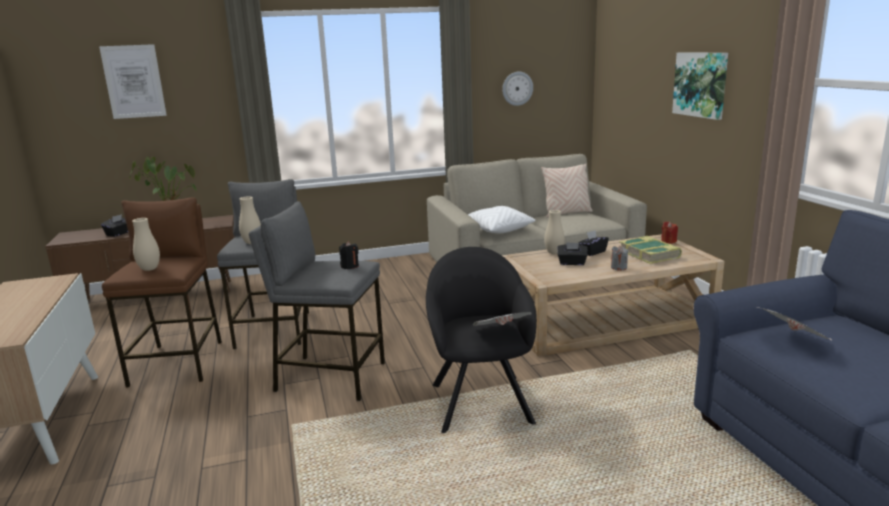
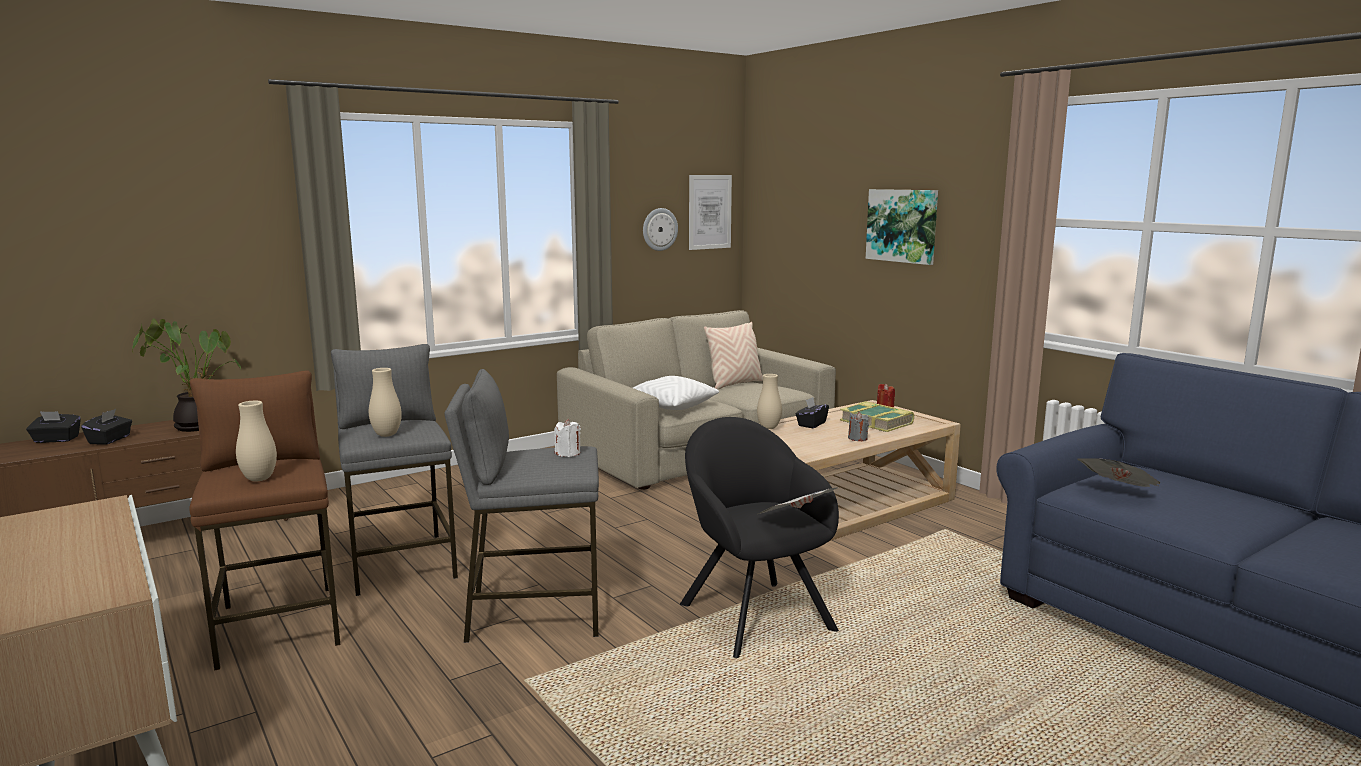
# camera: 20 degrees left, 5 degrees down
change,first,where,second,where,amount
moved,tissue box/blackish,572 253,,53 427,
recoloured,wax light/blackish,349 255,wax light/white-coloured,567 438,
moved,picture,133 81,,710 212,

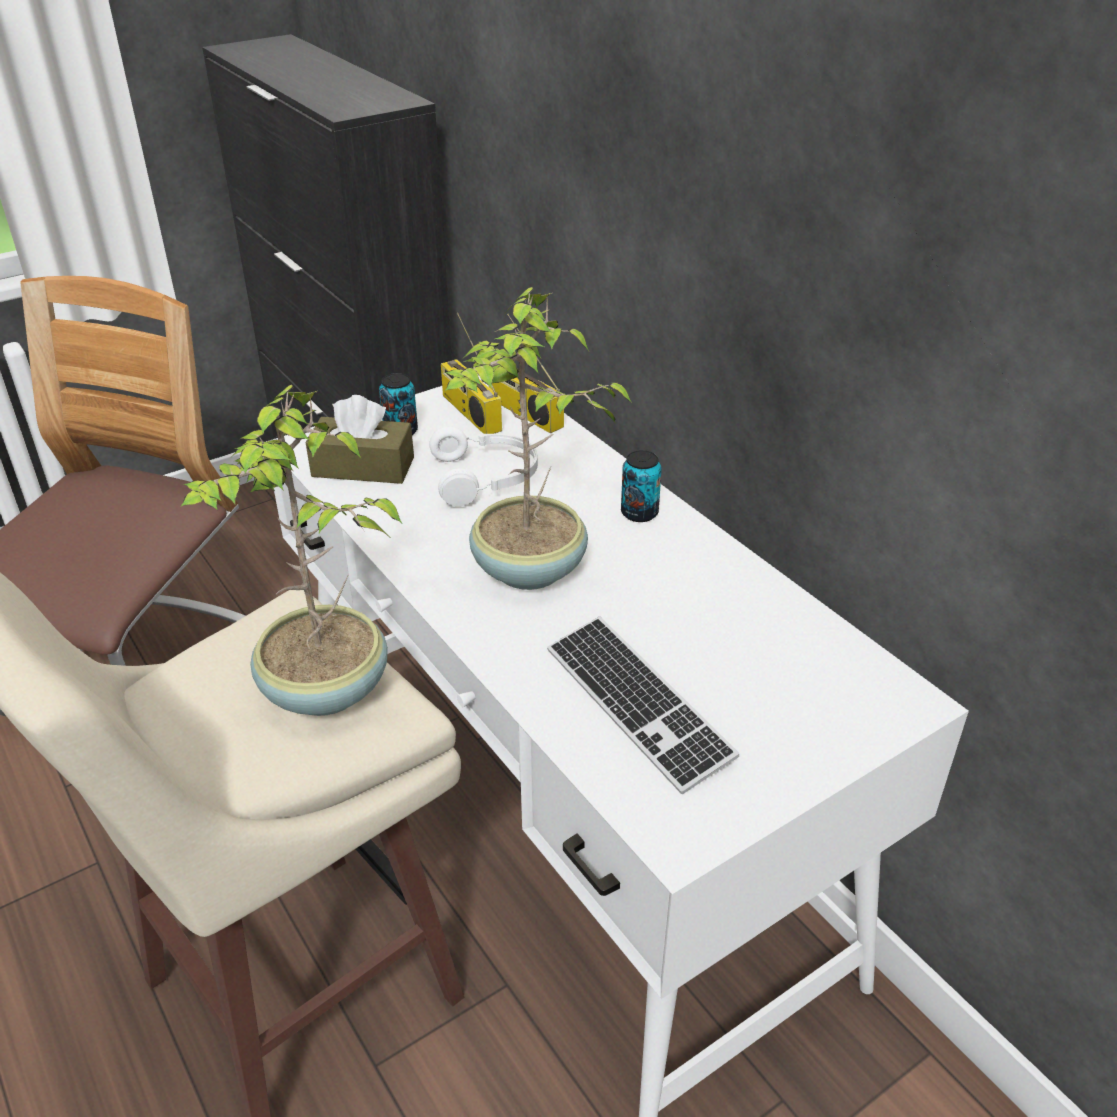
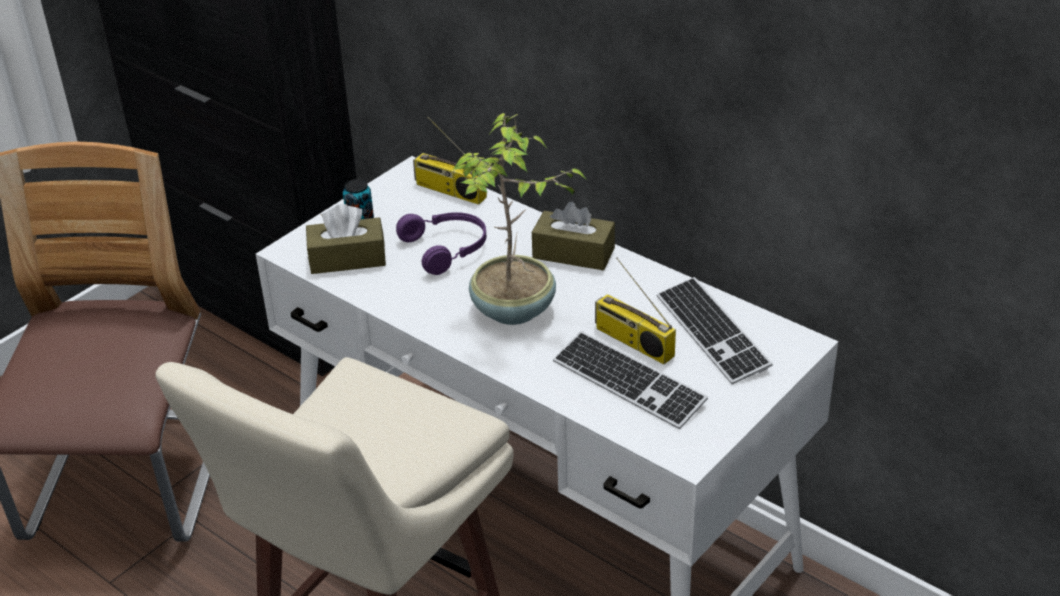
# camera: 15 degrees left, 0 degrees up
change,first,where,second,where,amount
recoloured,headset/white-coloured,483 466,headset/purplish,441 243,
replaced,sealed can,641 486,tissue box/brownish,573 236,
moved,radio receiver,471 373,,635 311,
added,,,keyboard,714 331,
removed,plant in a pot,291 550,,,

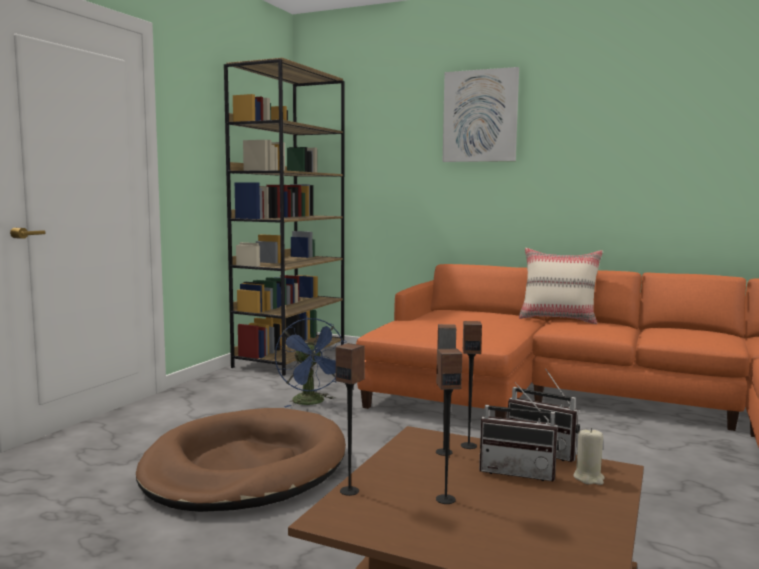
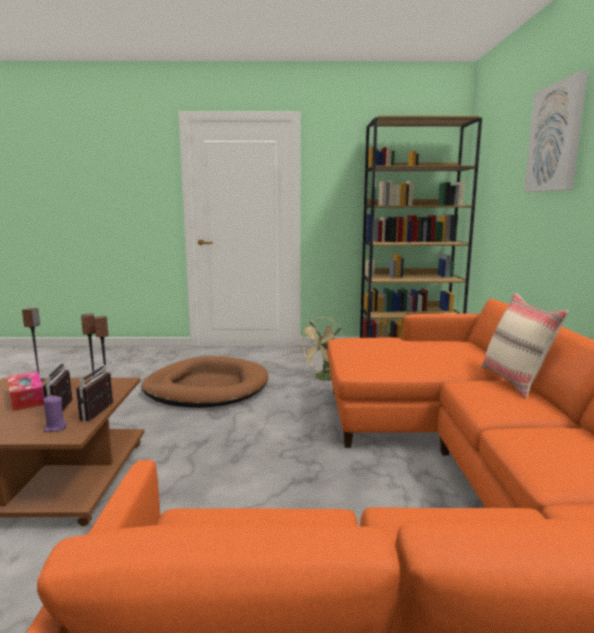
# camera: 65 degrees right, 5 degrees up
change,first,where,second,where,amount
replaced,audio speaker,449 426,tissue box,26 391,
recoloured,wax light/sand-coloured,588 456,wax light/purplish,55 413,
recoloured,cooling fan/blue-coloured,311 362,cooling fan/sand-coloured,321 349,

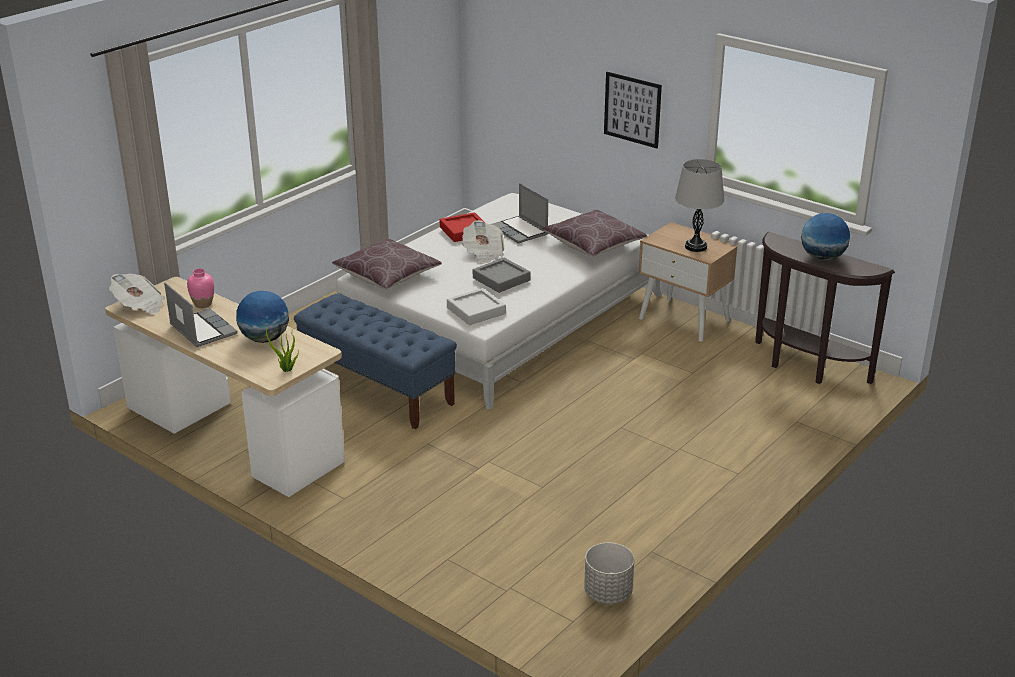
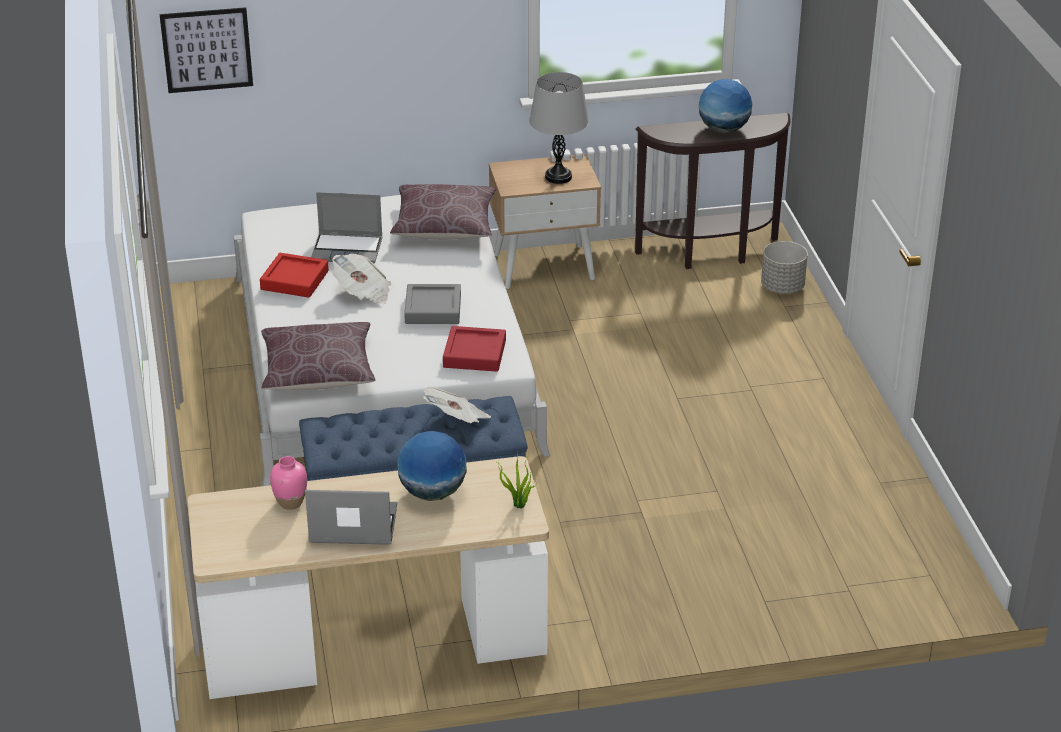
# camera: 50 degrees left, 5 degrees up
change,first,where,second,where,amount
moved,picture,633 110,,206 50,
moved,printed paper,137 293,,457 405,
recoloured,carrying tray/grey,476 306,carrying tray/reddish,474 349,
moved,flower pot/grey,609 573,,784 267,

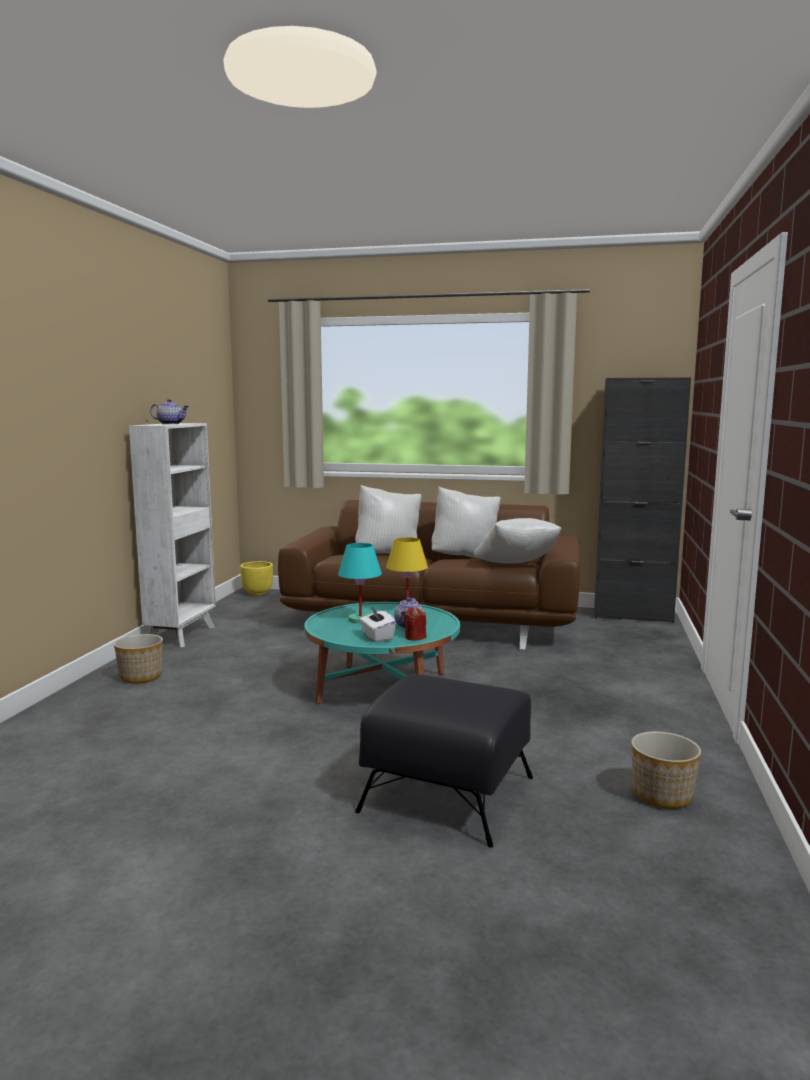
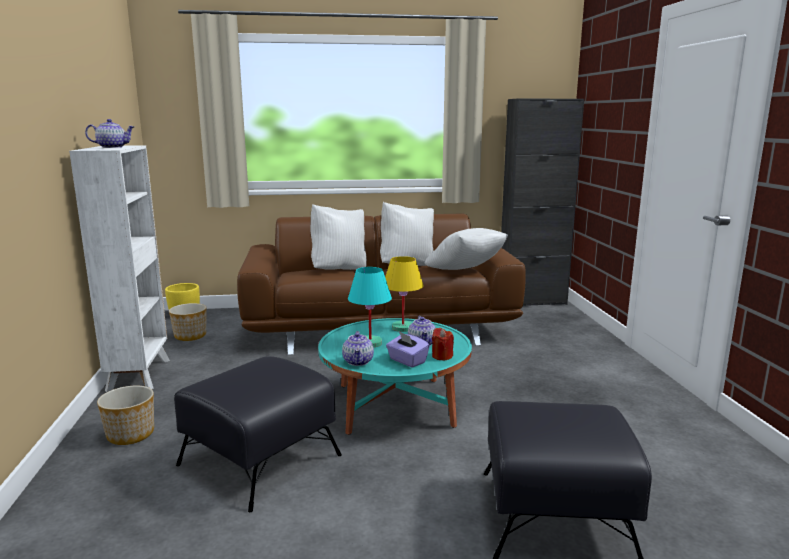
# camera: 20 degrees left, 5 degrees up
change,first,where,second,where,amount
moved,flower pot,666 770,,187 322,
added,,,footrest/blackish,258 434,
added,,,pot for tea,358 348,
recoloured,tissue box/white-coloured,378 624,tissue box/purplish,408 349,

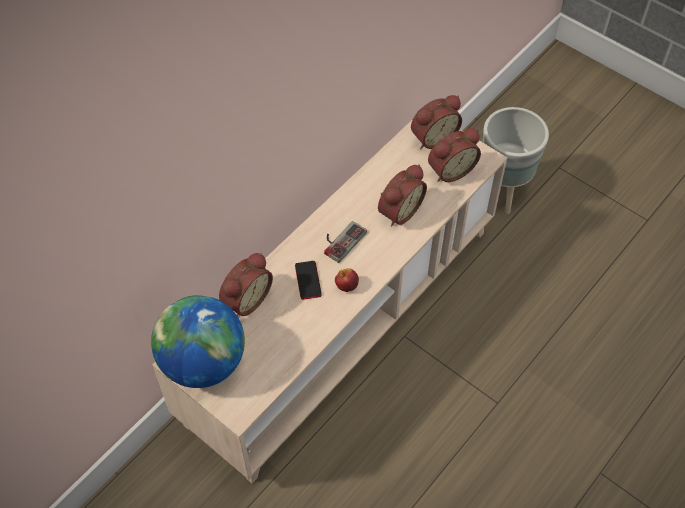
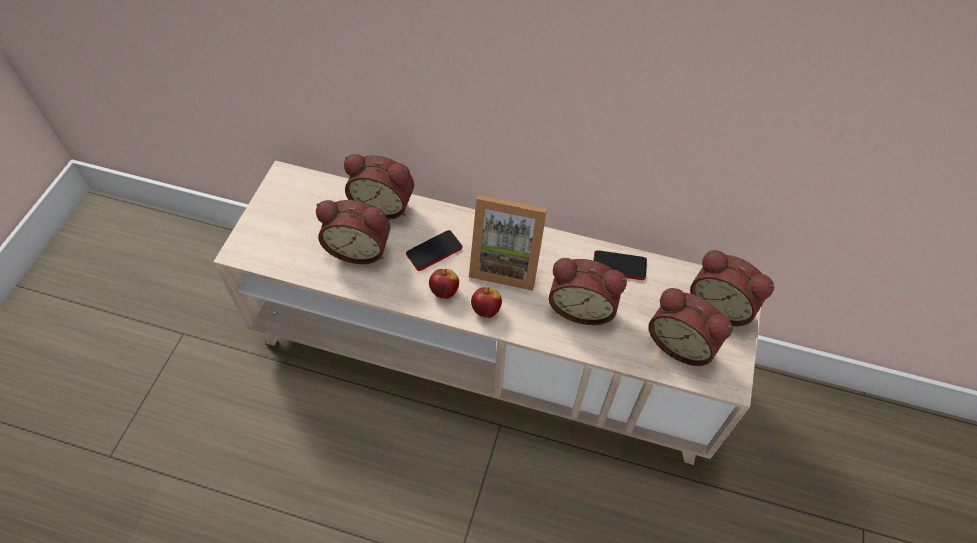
# camera: 65 degrees right, 0 degrees up
change,first,where,second,where,amount
added,,,bedside clock,353 232,
replaced,game controller,345 242,photo frame,508 243,
added,,,apple fruit,486 302,
added,,,telephone,620 265,
removed,globe,198 341,,,
removed,flower pot/grey,516 160,,,

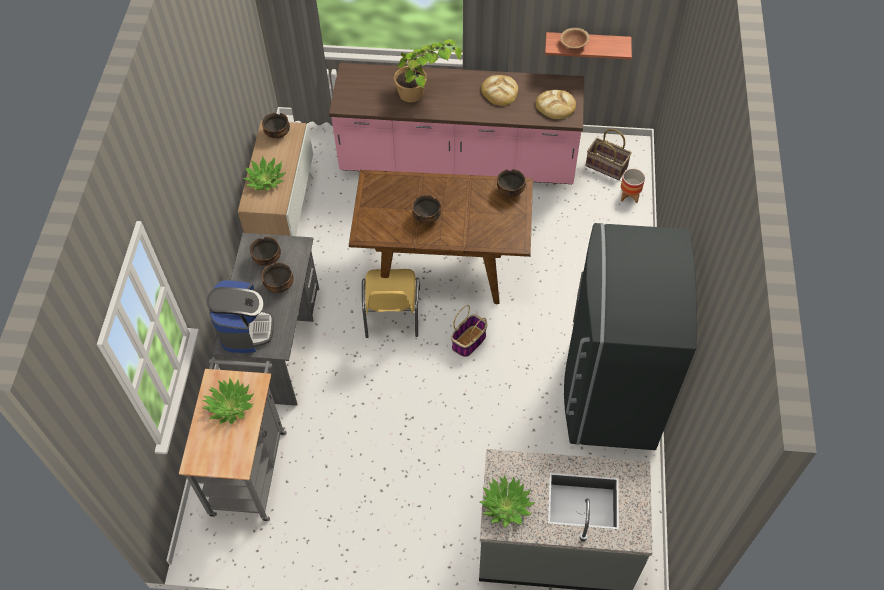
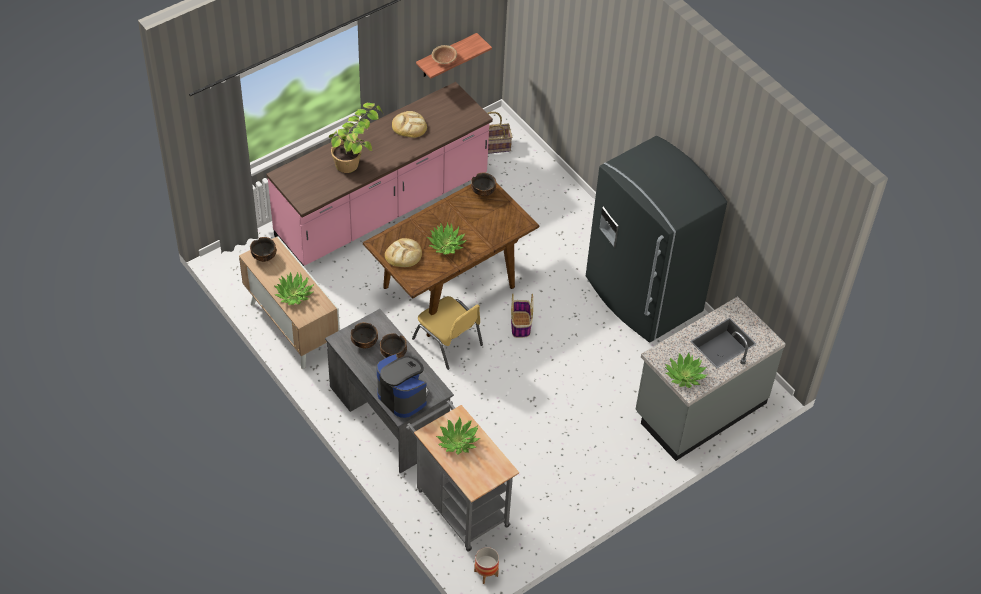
# camera: 45 degrees left, 5 degrees down
change,first,where,second,where,amount
moved,bread,556 104,,403 252,
replaced,bowl,426 209,plant in a pot,446 238,
moved,flower pot,633 186,,486 565,

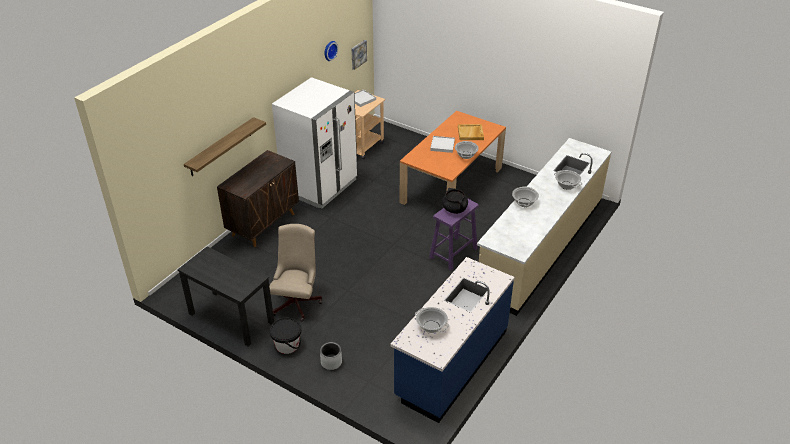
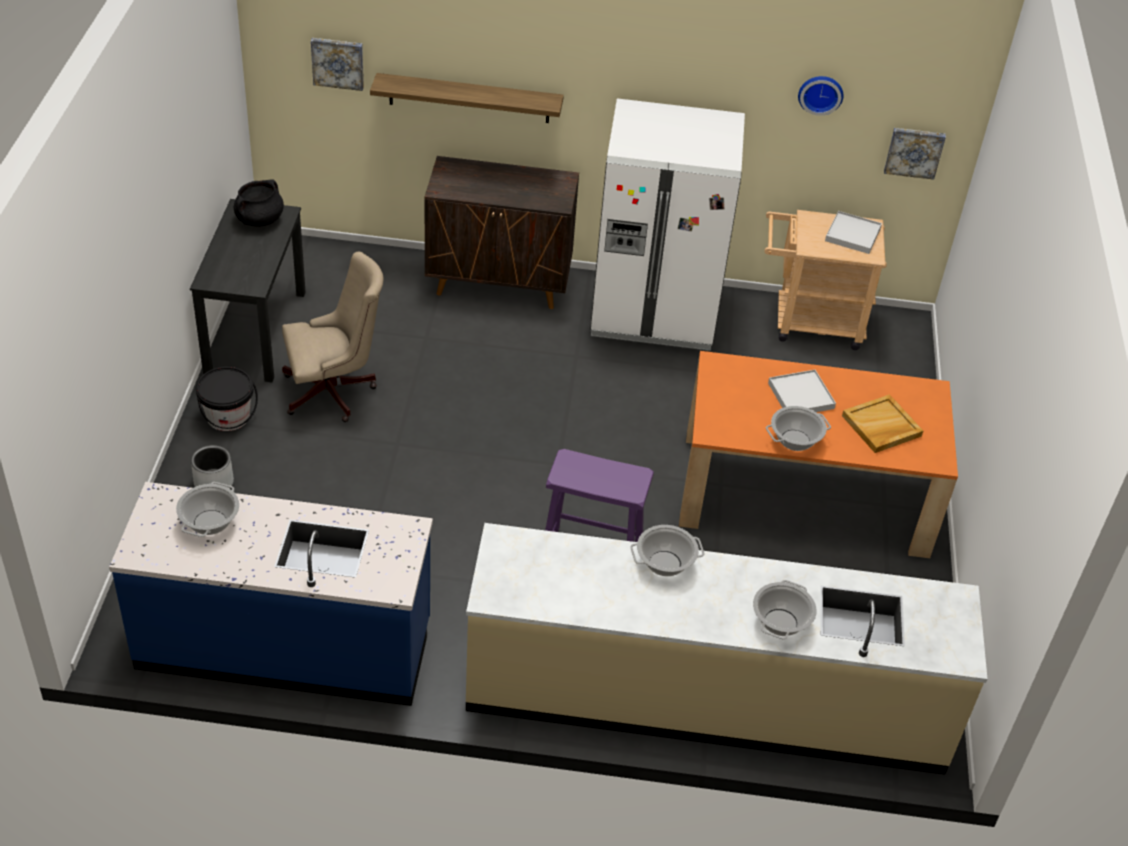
# camera: 60 degrees right, 5 degrees up
change,first,where,second,where,amount
moved,saucepot/blackish,455 201,,259 203,
added,,,picture,337 64,

